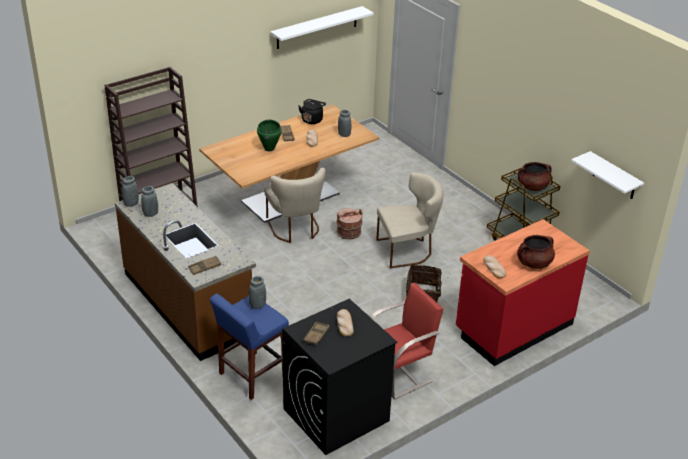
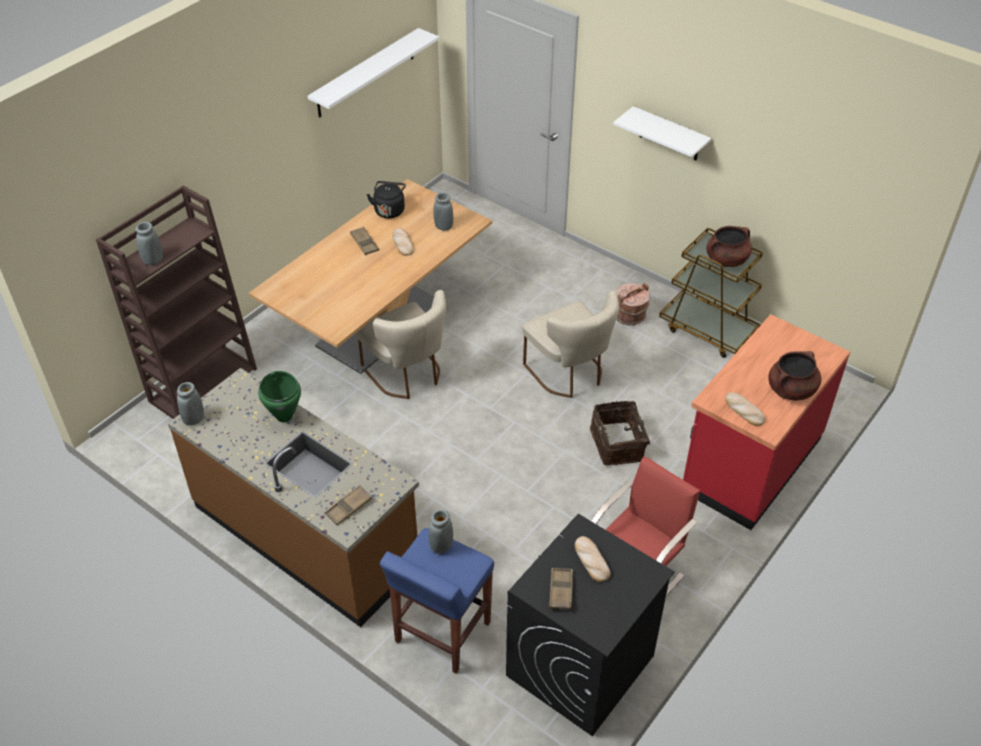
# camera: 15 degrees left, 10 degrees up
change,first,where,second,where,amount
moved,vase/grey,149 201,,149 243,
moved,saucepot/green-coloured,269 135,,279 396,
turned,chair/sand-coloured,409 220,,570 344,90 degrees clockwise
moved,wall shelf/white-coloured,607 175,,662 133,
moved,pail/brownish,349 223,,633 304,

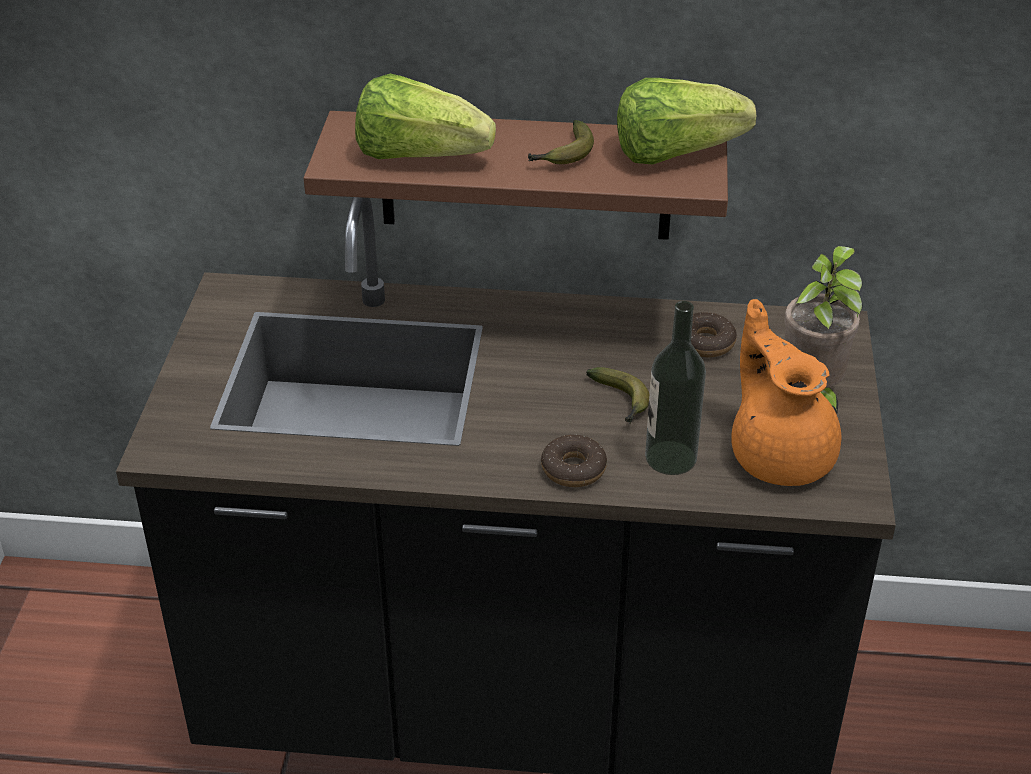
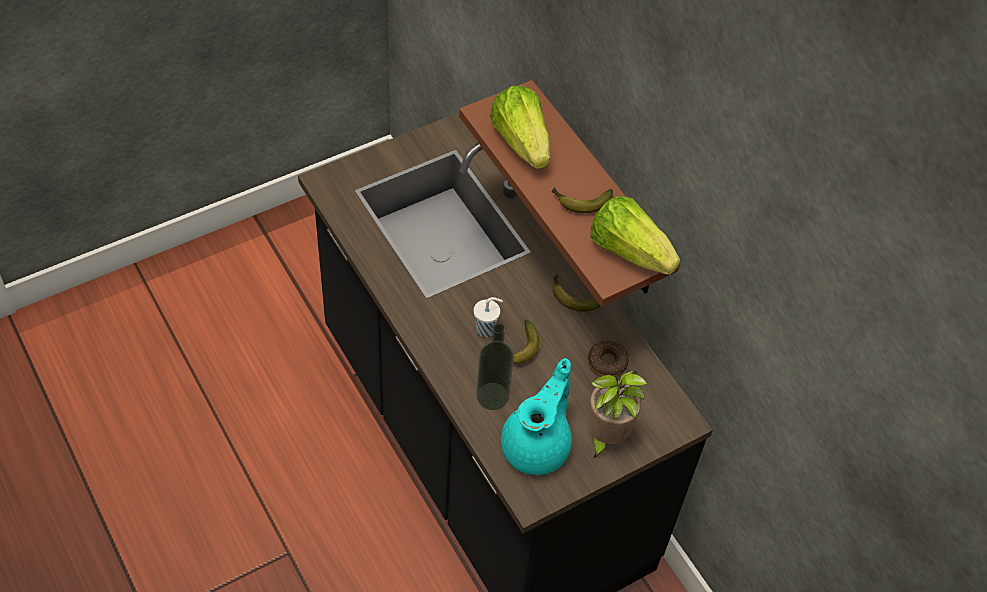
# camera: 50 degrees right, 15 degrees up
change,first,where,second,where,amount
added,,,drinking cup/white-coloured,488 317,
recoloured,pot for tea/orange,786 392,pot for tea/blue-green,536 416,
added,,,whole banana,577 293,
removed,doughnut,574 461,,,

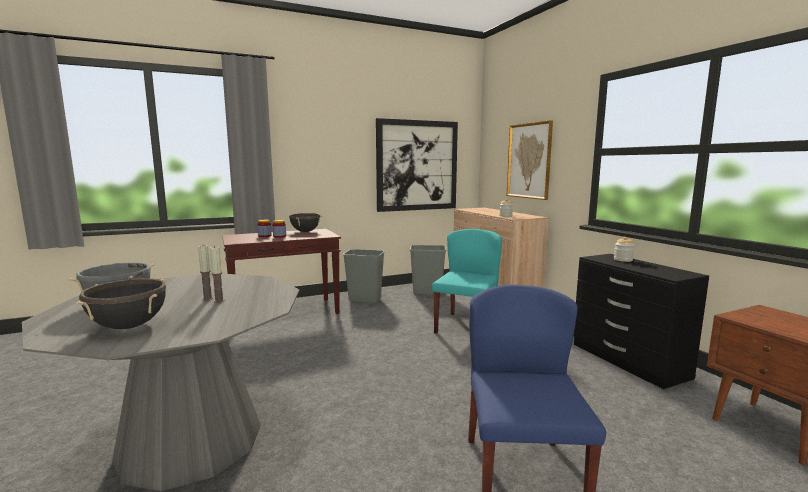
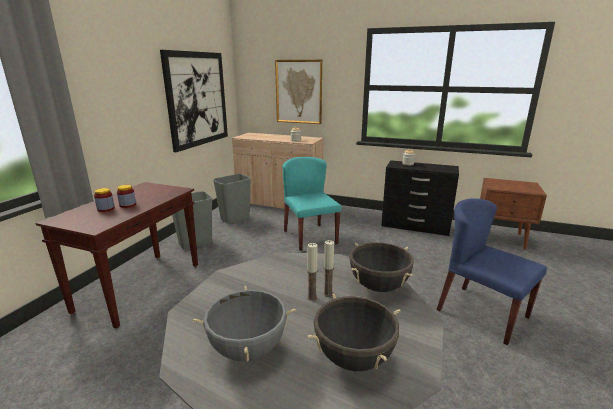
# camera: 45 degrees left, 10 degrees up
change,first,where,second,where,amount
moved,saucepot/blackish,305 222,,381 267,

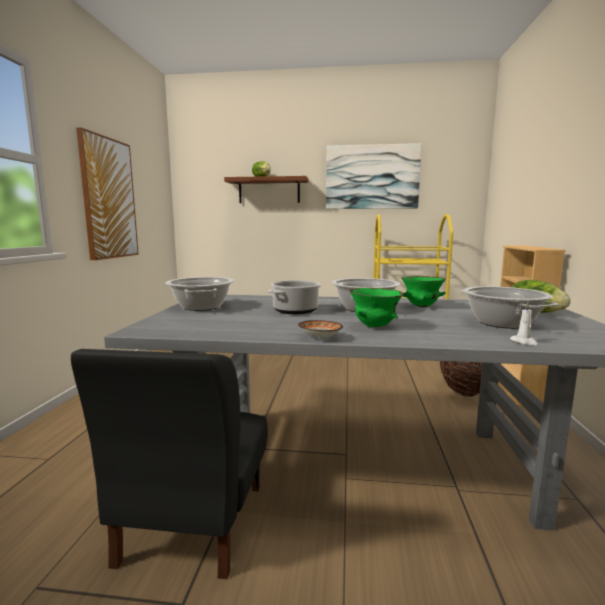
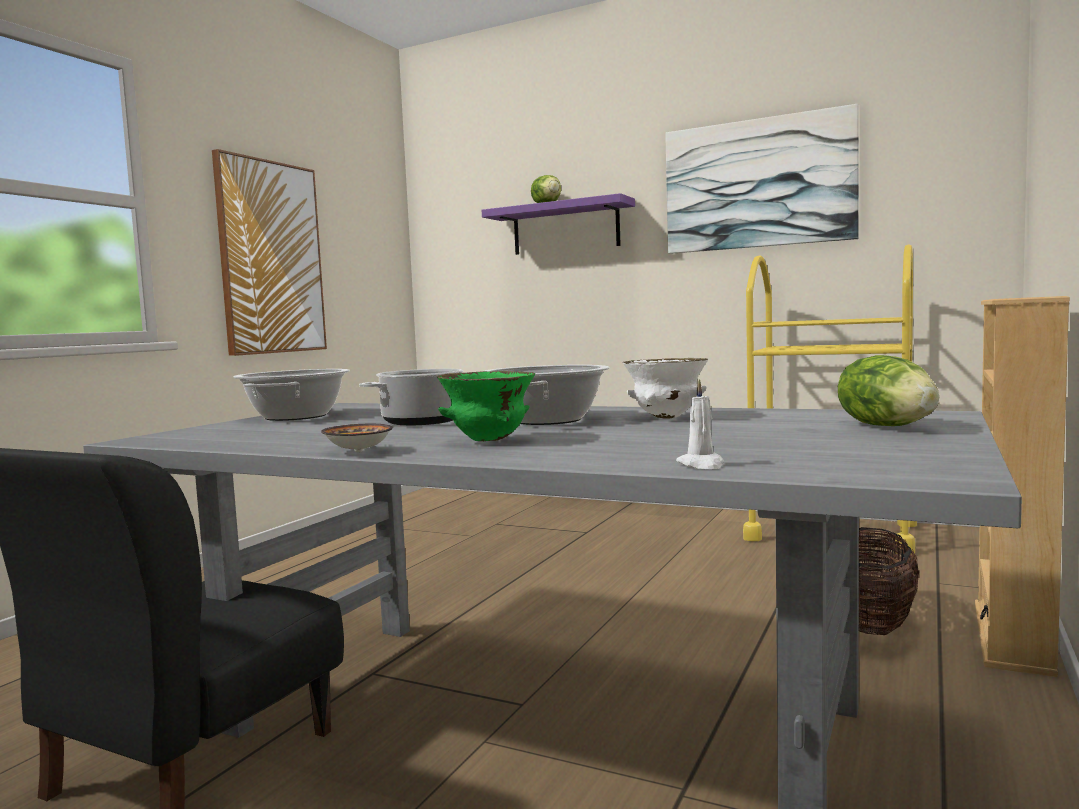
# camera: 20 degrees right, 5 degrees down
change,first,where,second,where,amount
recoloured,wall shelf/brownish,266 189,wall shelf/purplish,558 224,
recoloured,bowl/green-coloured,423 291,bowl/white-coloured,665 388,
removed,saucepot,509 307,,,

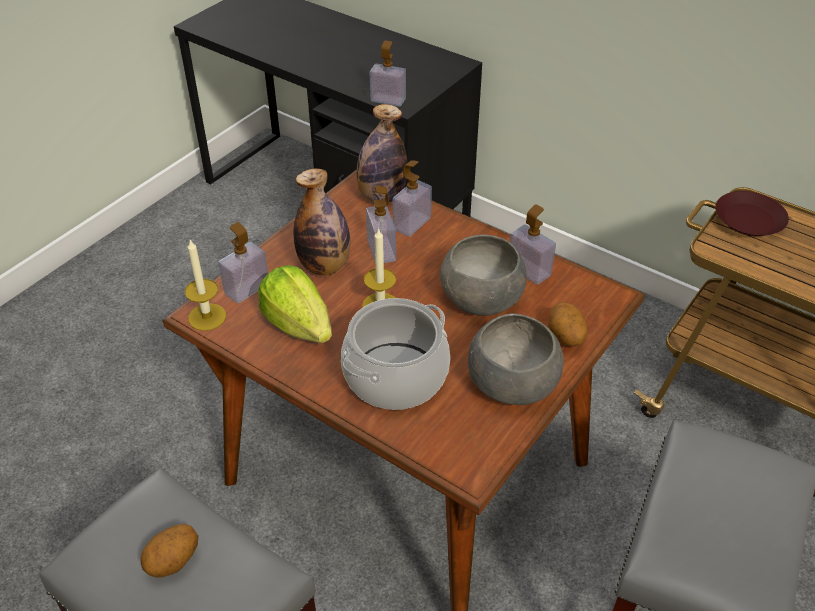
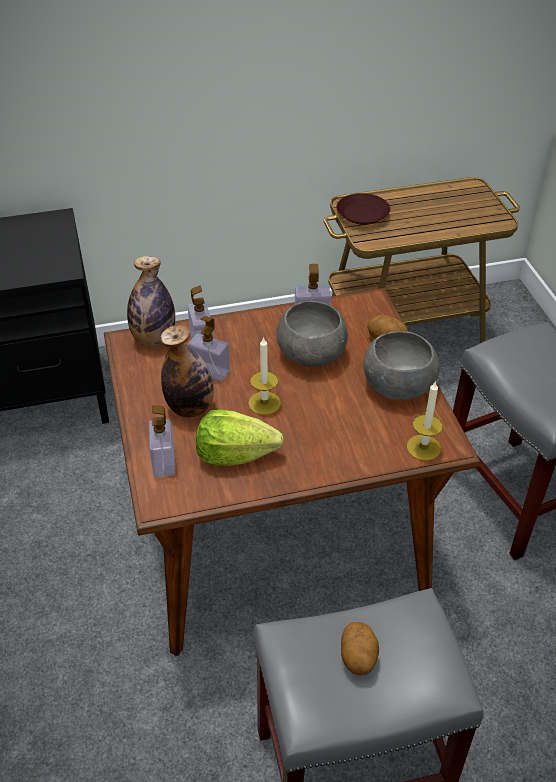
# camera: 50 degrees left, 0 degrees up
change,first,where,second,where,amount
moved,wax light,205 285,,425 421,
removed,saucepot,395 354,,,
removed,soap dispenser,388 73,,,

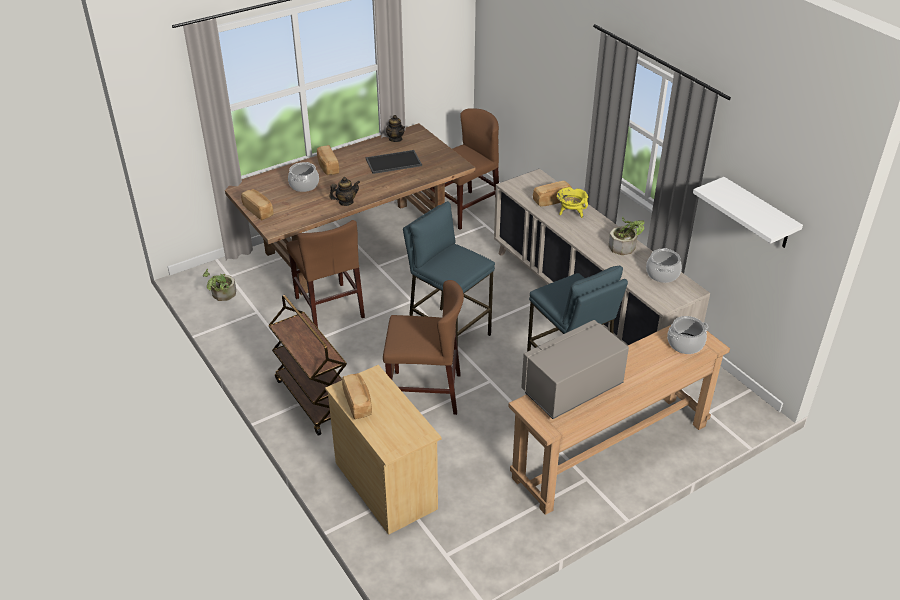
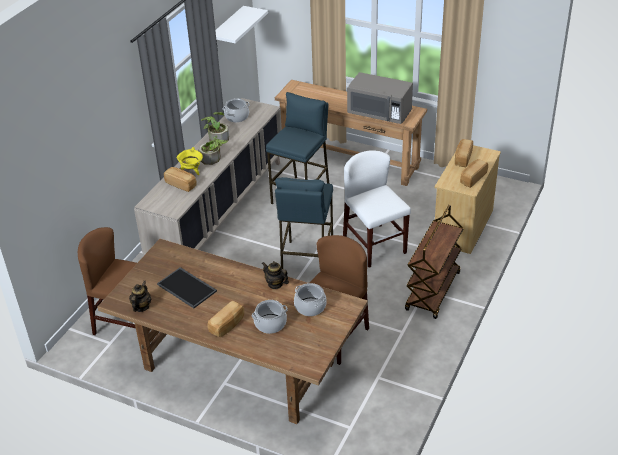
# camera: 120 degrees left, 0 degrees up
change,first,where,second,where,amount
moved,plant in a pot,219 285,,213 150,
moved,saucepot,687 335,,310 299,
recoloured,chair/brownish,423 347,chair/white-coloured,377 208,
moved,bread,257 205,,464 153,

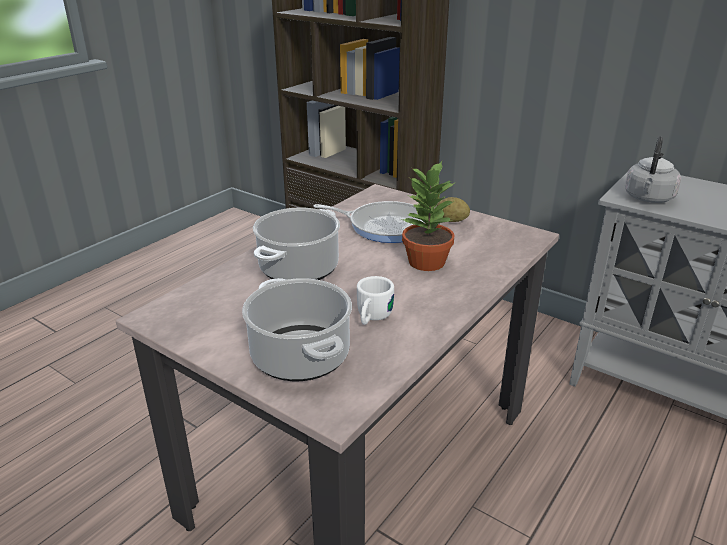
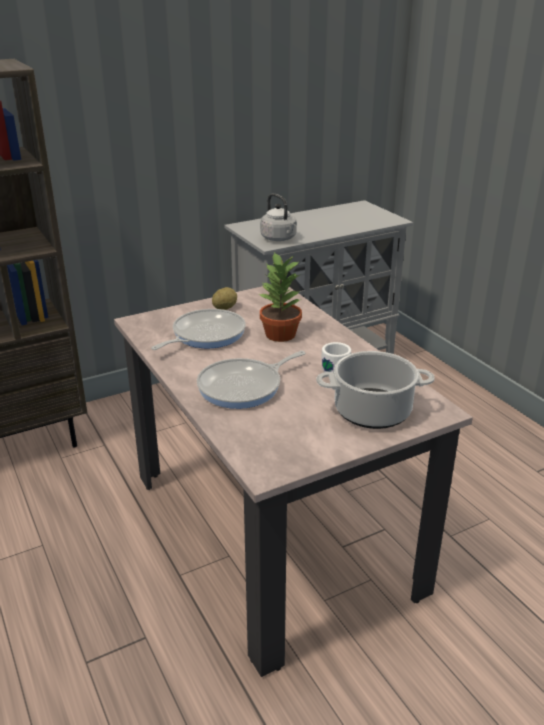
# camera: 65 degrees left, 0 degrees up
change,first,where,second,where,amount
replaced,saucepot,296 244,skillet,251 380,

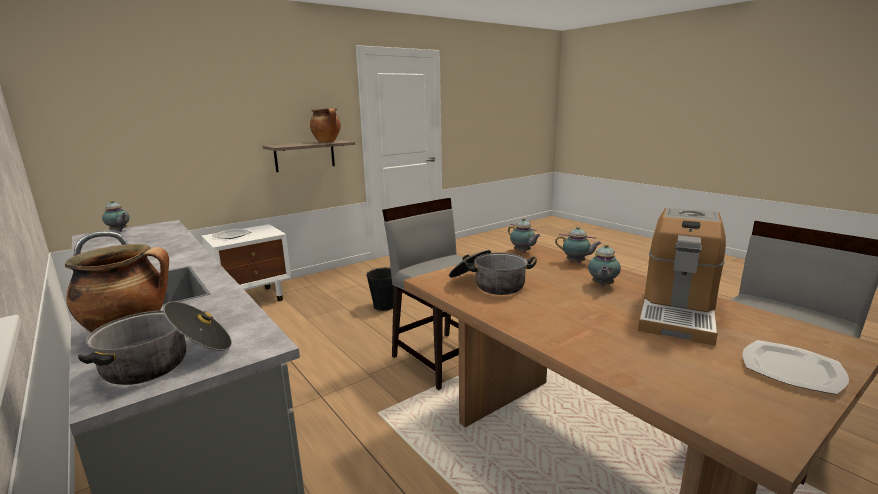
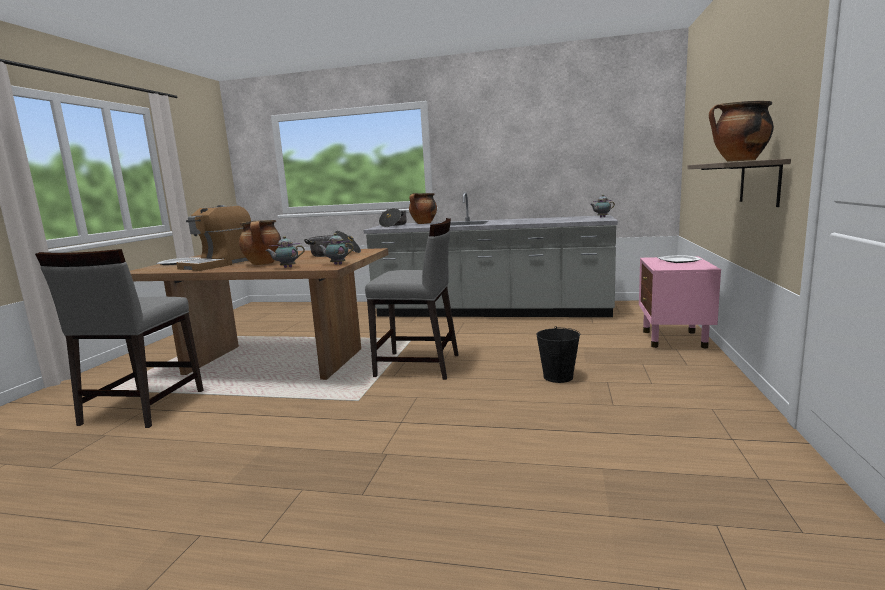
# camera: 140 degrees right, 5 degrees down
change,first,where,second,where,amount
turned,coffee brewer,682 277,,213 238,135 degrees counterclockwise
replaced,pot for tea,604 265,saucepot,260 242,
recoloured,bedside table/white-coloured,246 262,bedside table/pink,680 302,

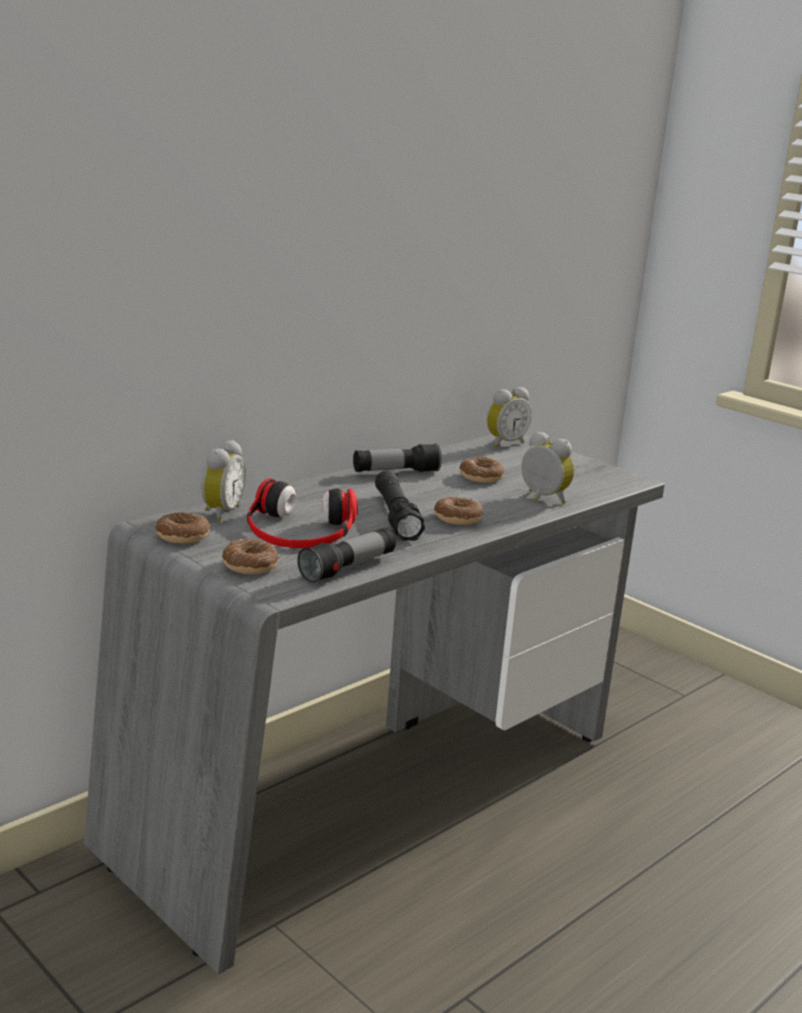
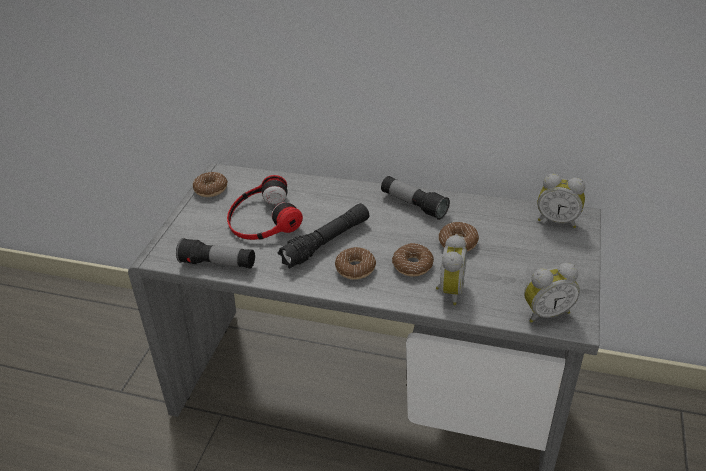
# camera: 65 degrees right, 20 degrees up
change,first,where,second,where,amount
moved,doughnut,250 556,,413 259,
moved,bedside clock,223 481,,552 293,

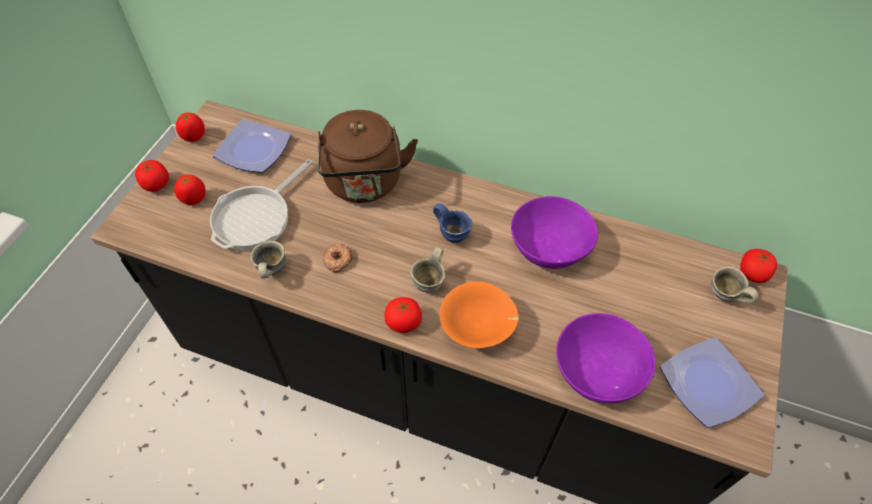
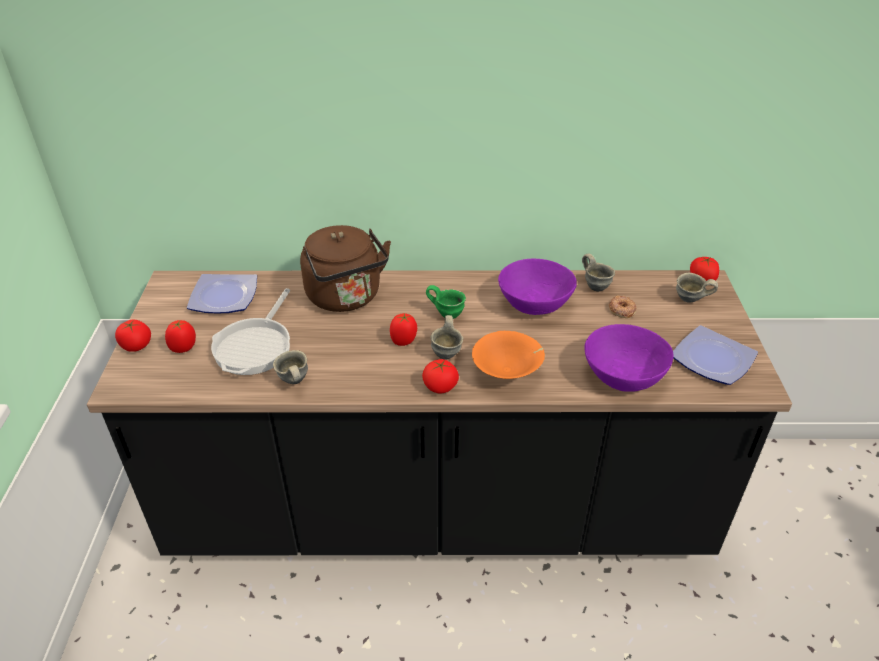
# camera: 20 degrees left, 15 degrees down
change,first,where,second,where,amount
moved,whole tomato,190 127,,403 329,
recoloured,coffee mug/blue-coloured,452 223,coffee mug/green-coloured,446 302,
added,,,coffee mug/grey,598 272,
moved,doughnut,337 258,,622 307,

